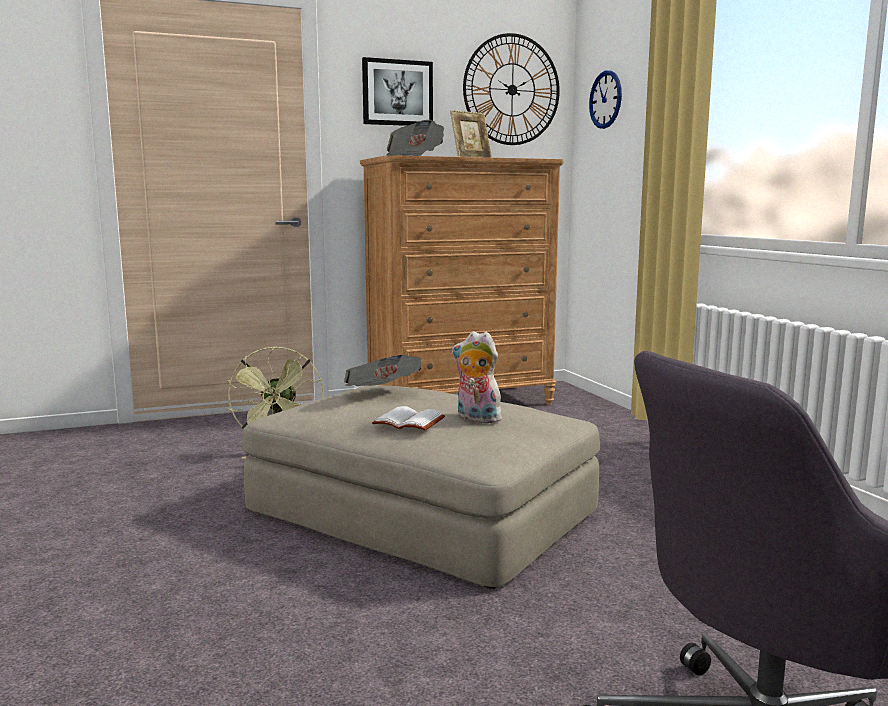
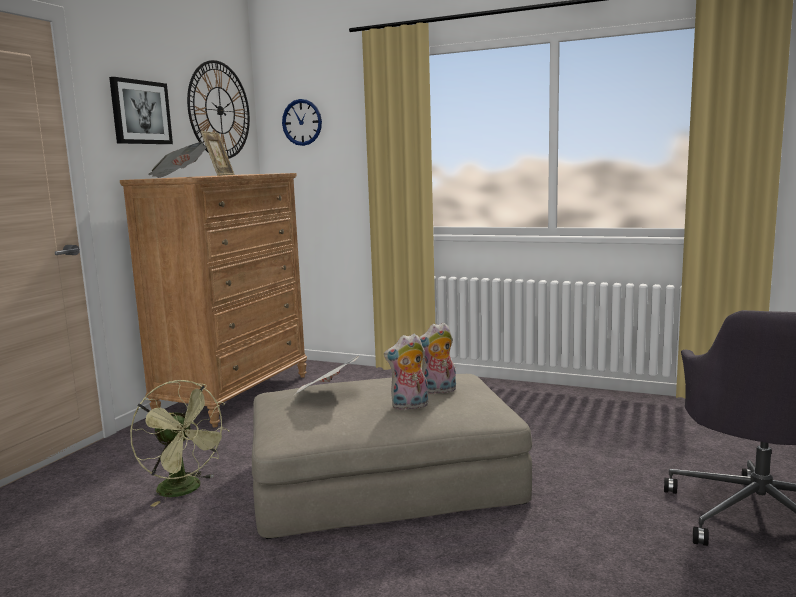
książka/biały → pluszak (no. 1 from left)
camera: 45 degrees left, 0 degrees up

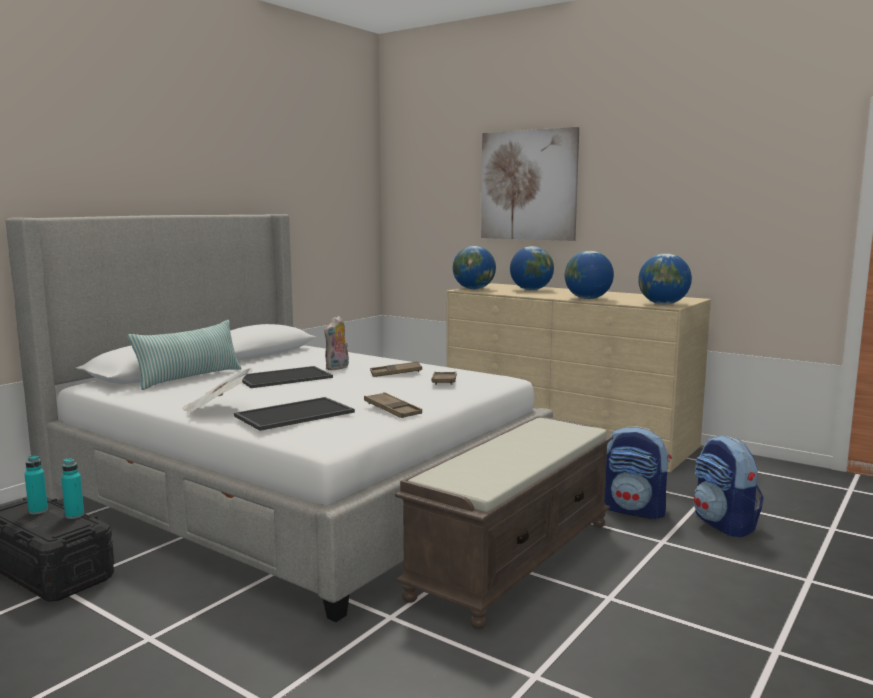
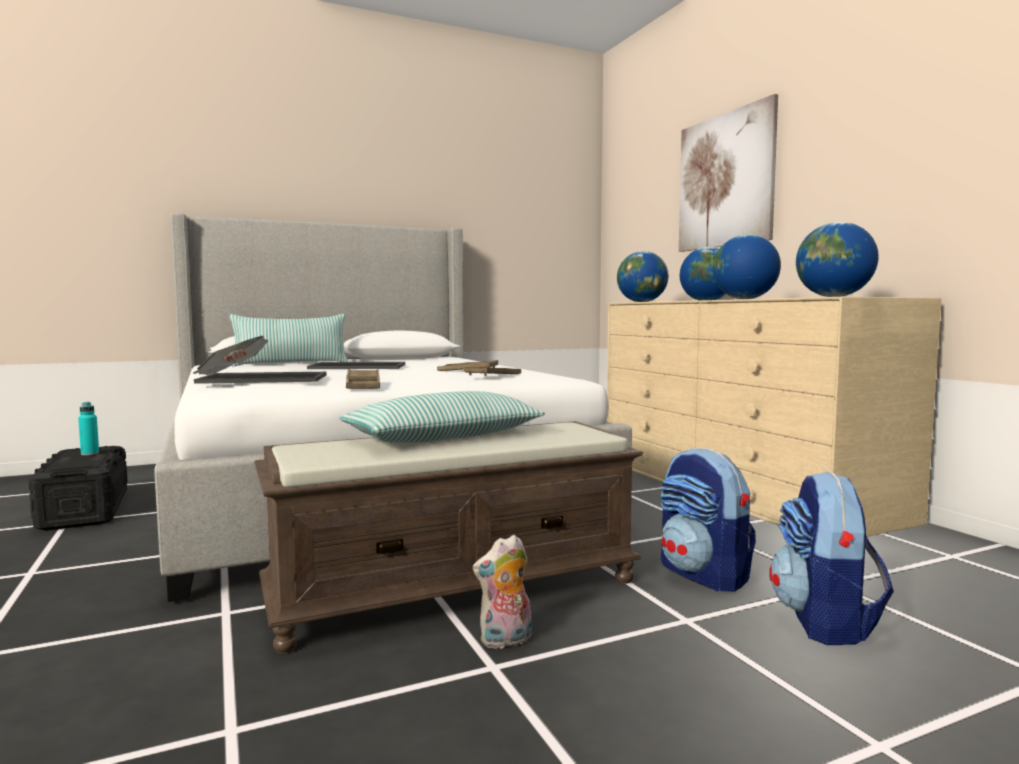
butelka/turkusowy (no. 2 from left) → -
pluszak, shifted
- → poduszka (no. 2 from left)
camera: 30 degrees right, 5 degrees down

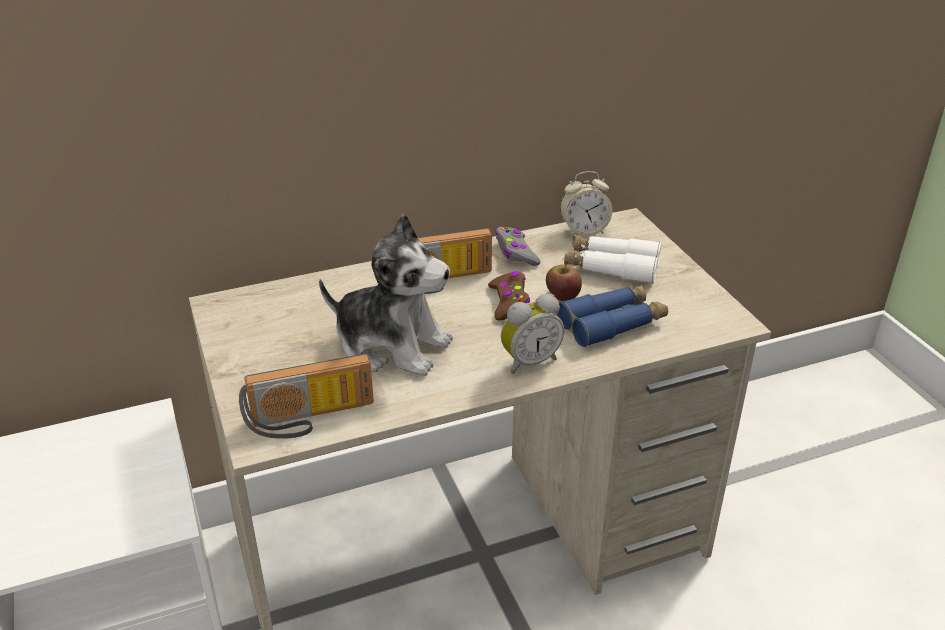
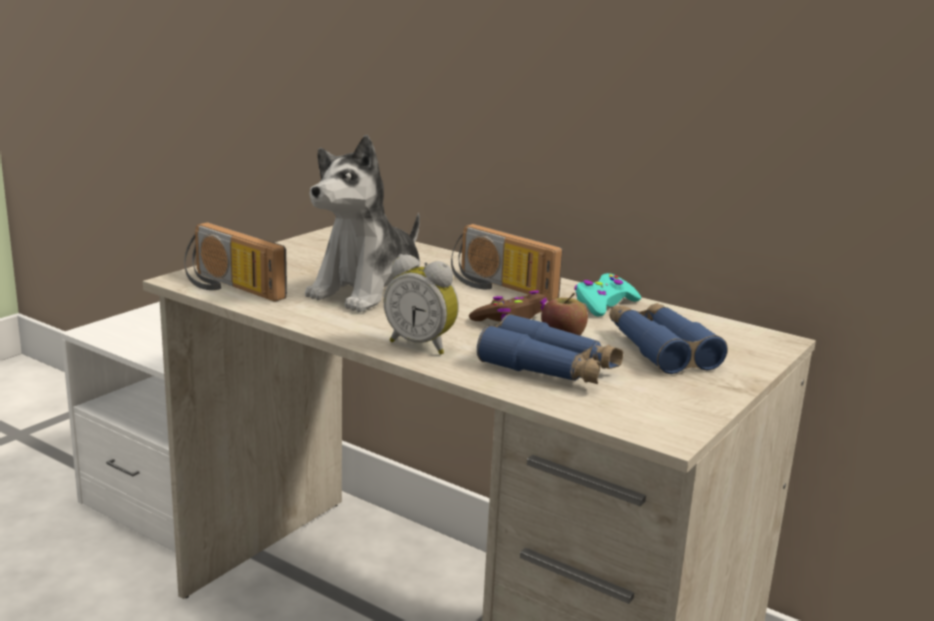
pluszak, 45 degrees clockwise
pad do gier/szary → pad do gier/turkusowy
budzik (no. 2 from left) → -
lornetka/biały → lornetka/niebieski (no. 2 from left)
camera: 55 degrees right, 15 degrees down

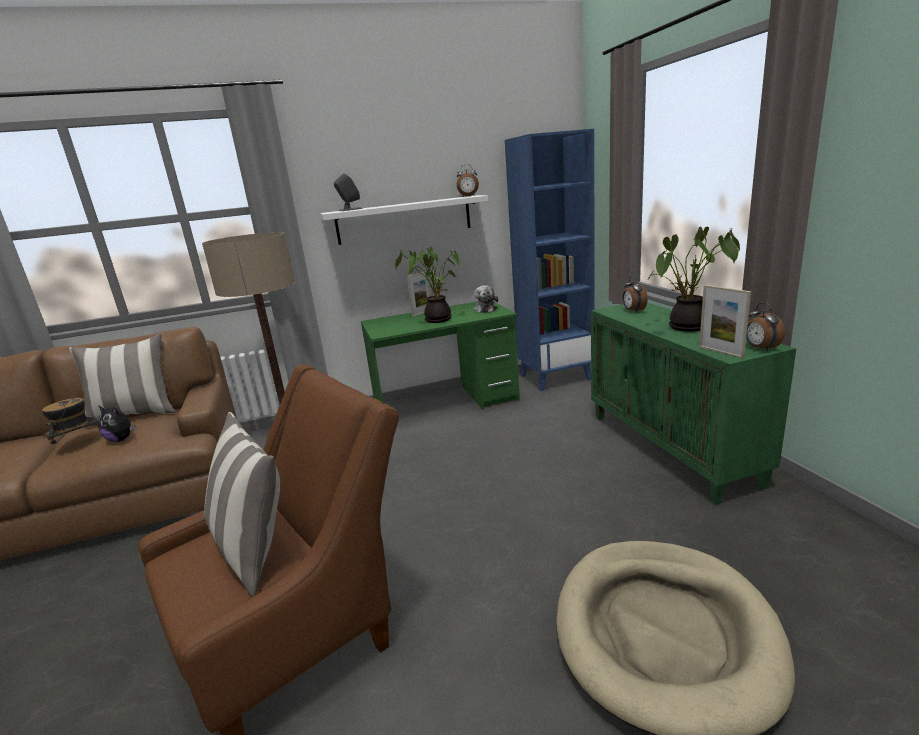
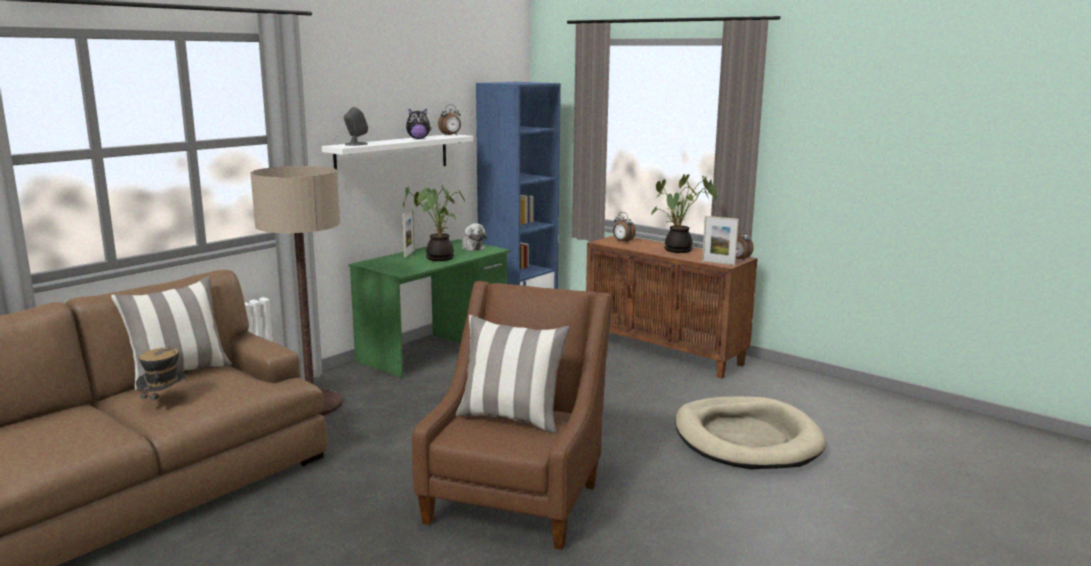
pluszak (no. 1 from left), shifted
szafka/zielony → szafka/brązowy
camera: 35 degrees left, 5 degrees down

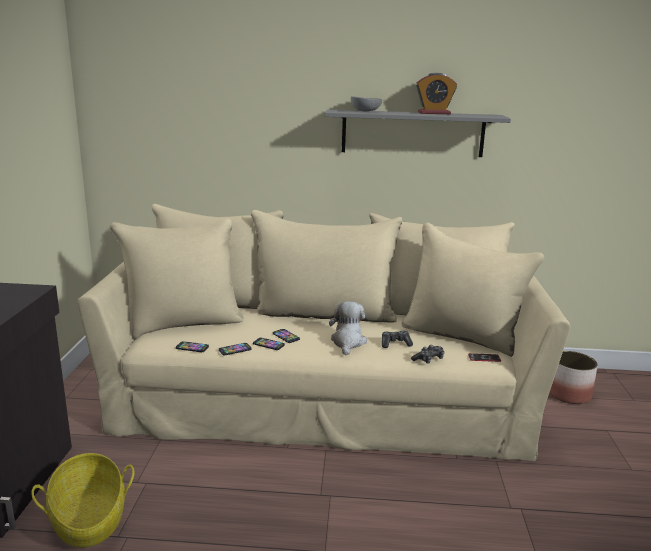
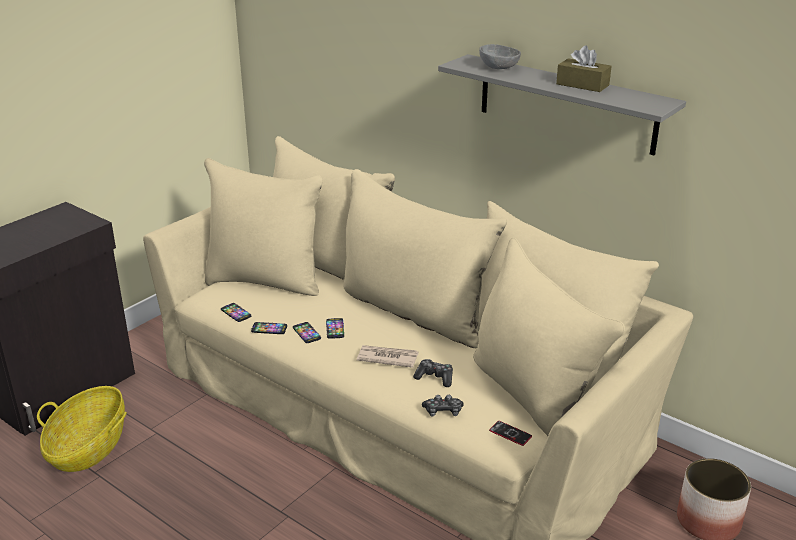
pluszak → gazeta
budzik → pudełko chusteczek/brązowy
camera: 35 degrees right, 10 degrees up

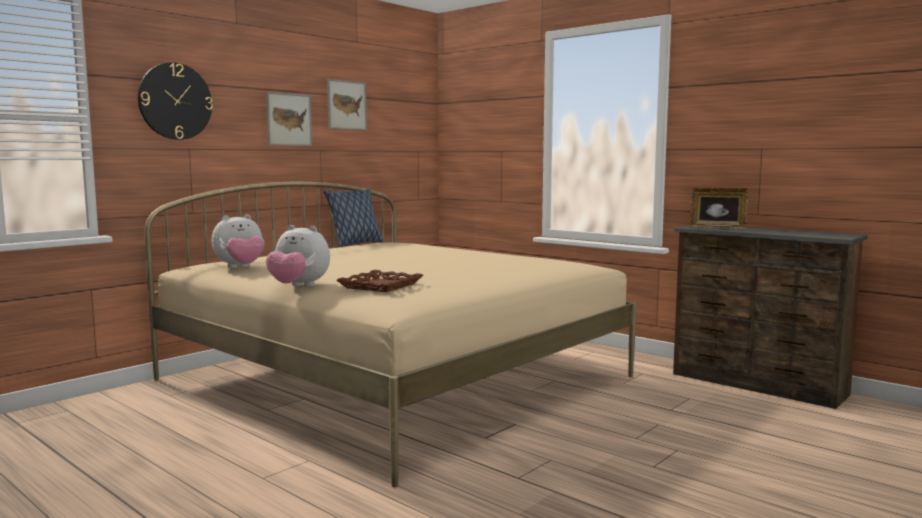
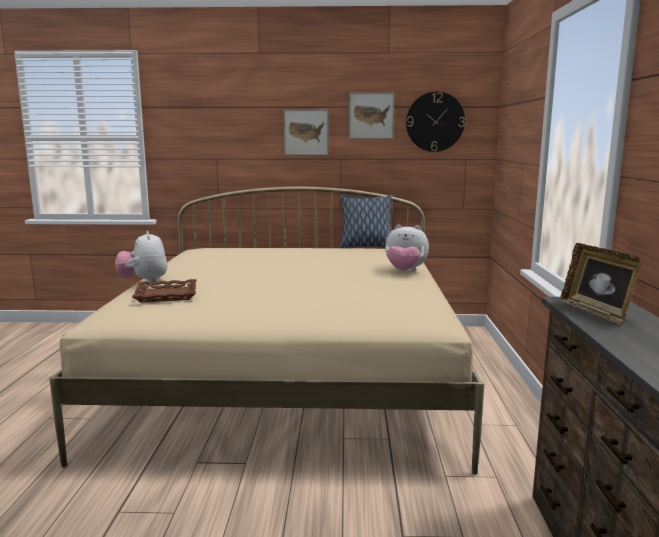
zegar ścienny, shifted
pluszak (no. 1 from left in the first image) → pluszak (no. 2 from left), shifted
camera: 50 degrees right, 5 degrees up

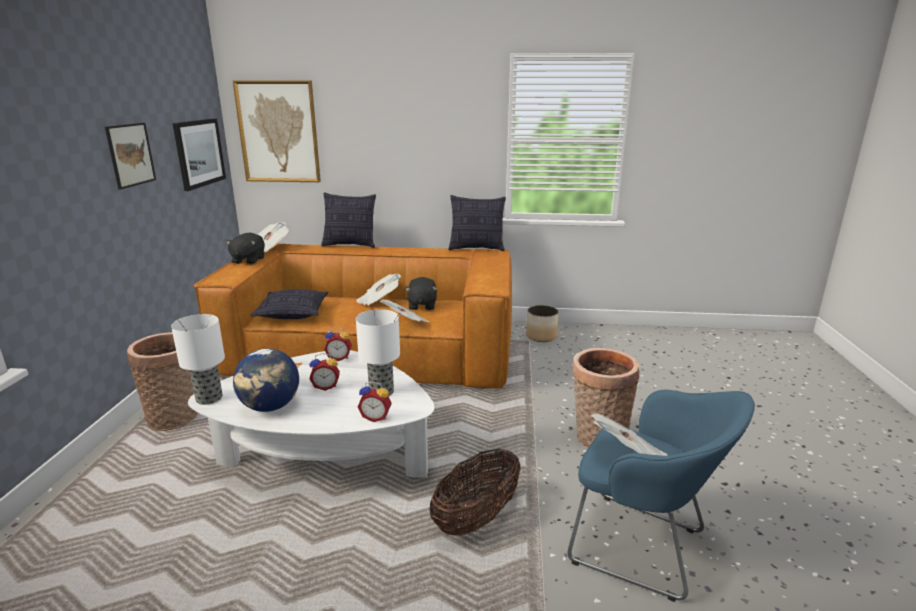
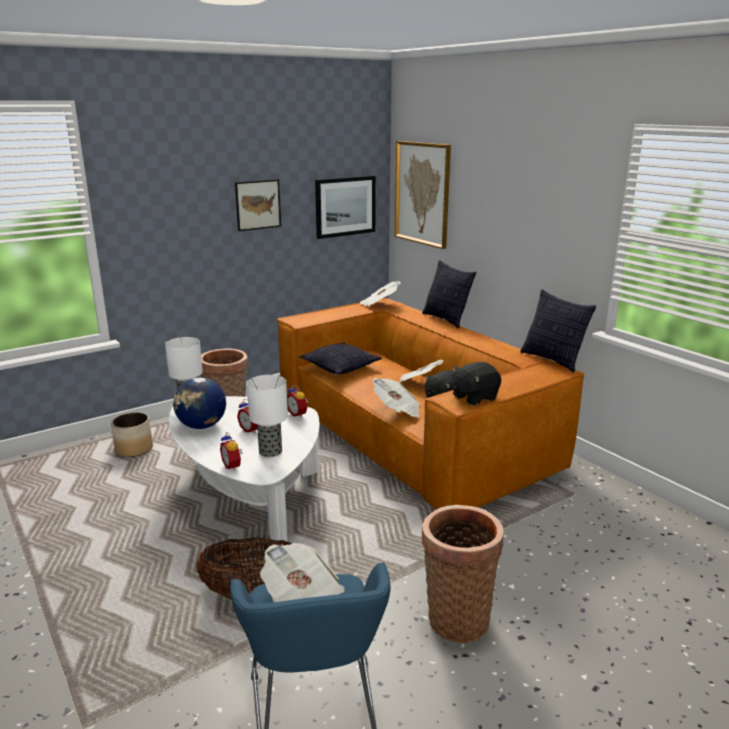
pluszak/czarny (no. 1 from left in the first image) → pluszak/czarny (no. 2 from left), shifted
donica, shifted
camera: 50 degrees right, 0 degrees up

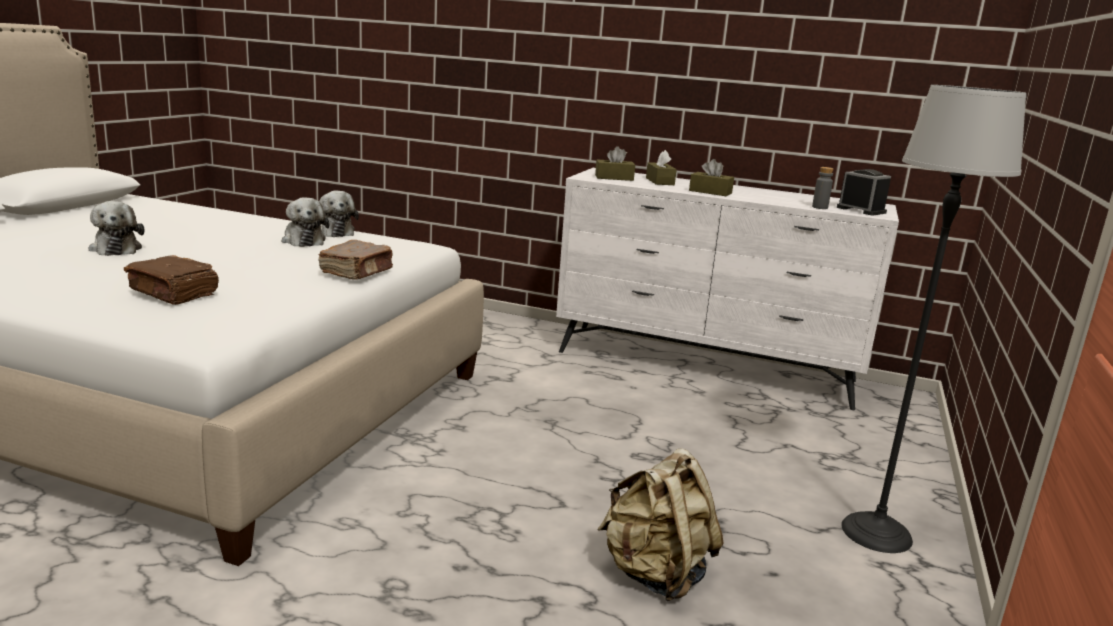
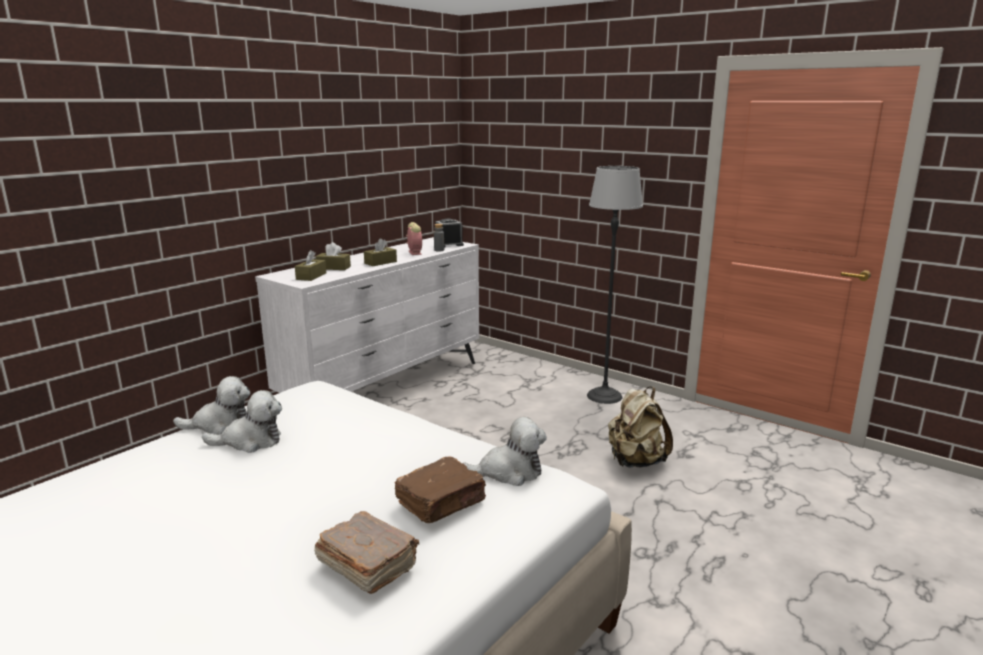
pluszak (no. 1 from left in the first image) → pluszak (no. 3 from left), shifted
książka/brązowy (no. 2 from left in the first image) → książka/brązowy (no. 1 from left), shifted
- → budzik (no. 1 from left)
camera: 70 degrees left, 0 degrees up

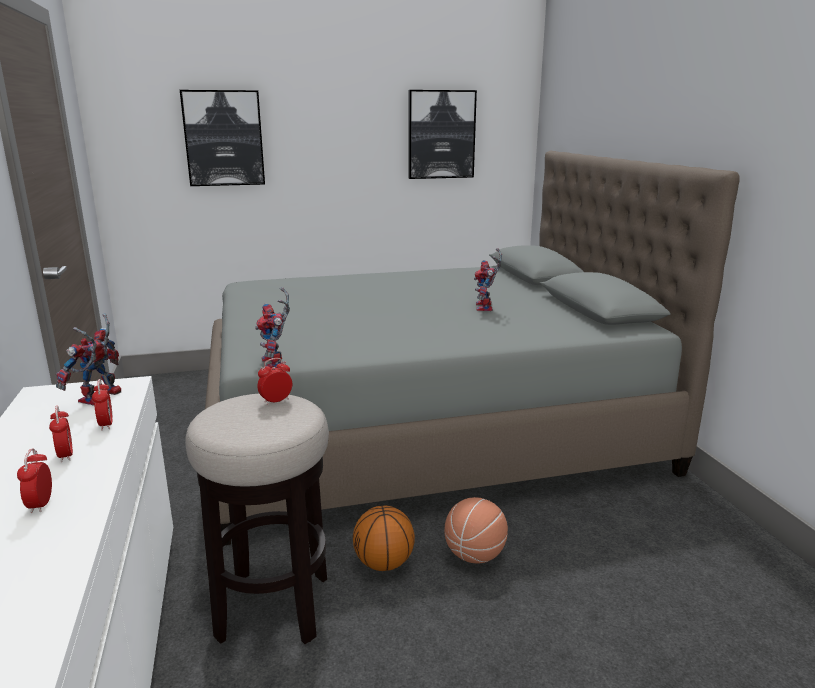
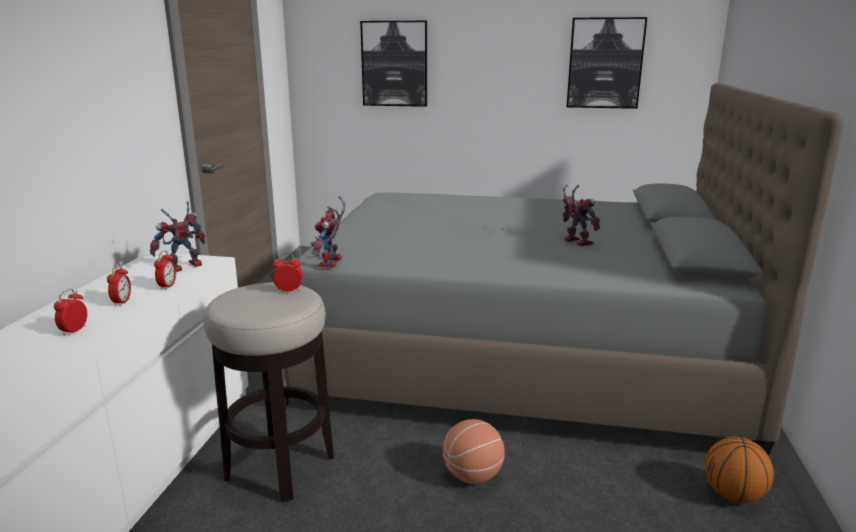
piłka do koszykówki (no. 1 from left in the first image) → piłka do koszykówki (no. 2 from left), shifted
robot zabawkowy (no. 3 from left), 120 degrees clockwise
camera: 25 degrees right, 0 degrees up

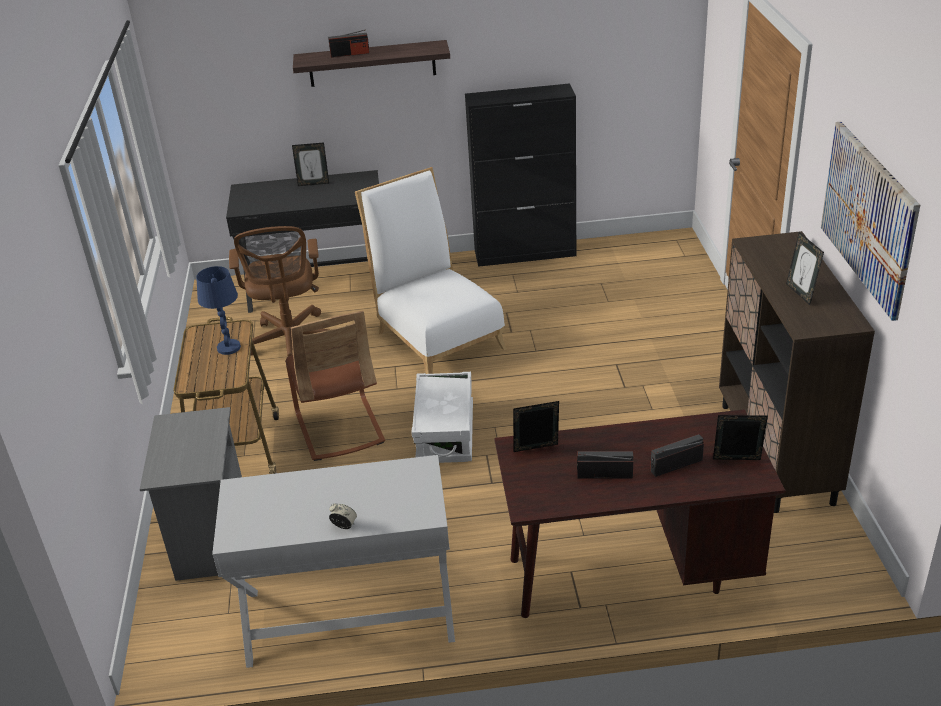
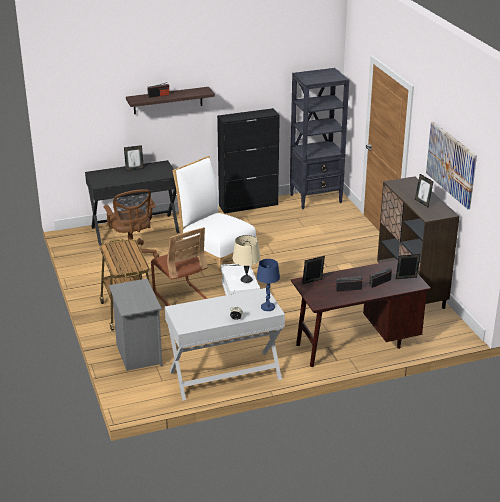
lampa stołowa/niebieski, shifted
- → lampa stołowa/beżowy
- → regał/czarny
camera: 15 degrees left, 5 degrees down

